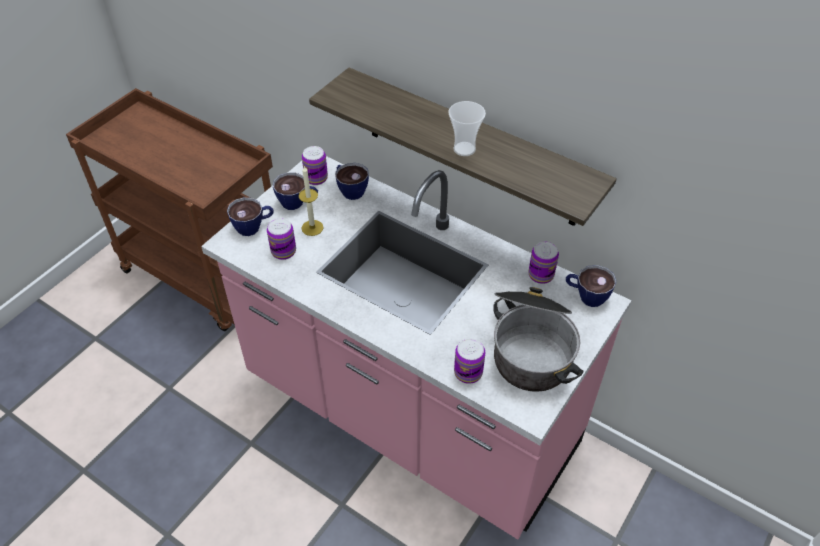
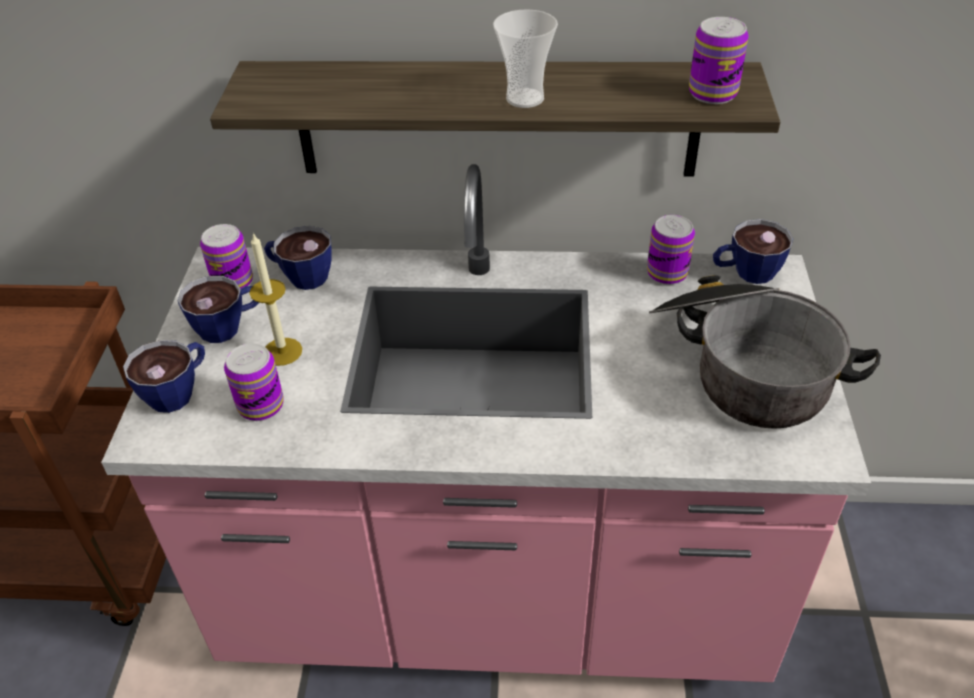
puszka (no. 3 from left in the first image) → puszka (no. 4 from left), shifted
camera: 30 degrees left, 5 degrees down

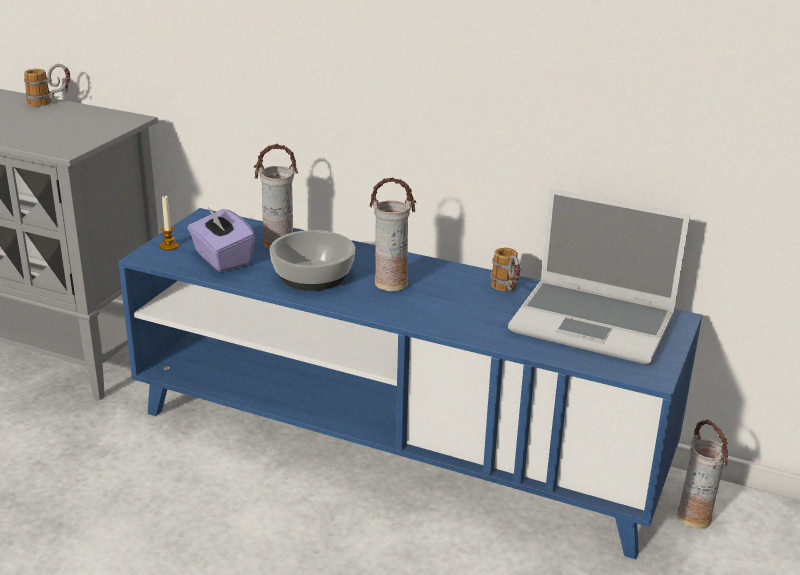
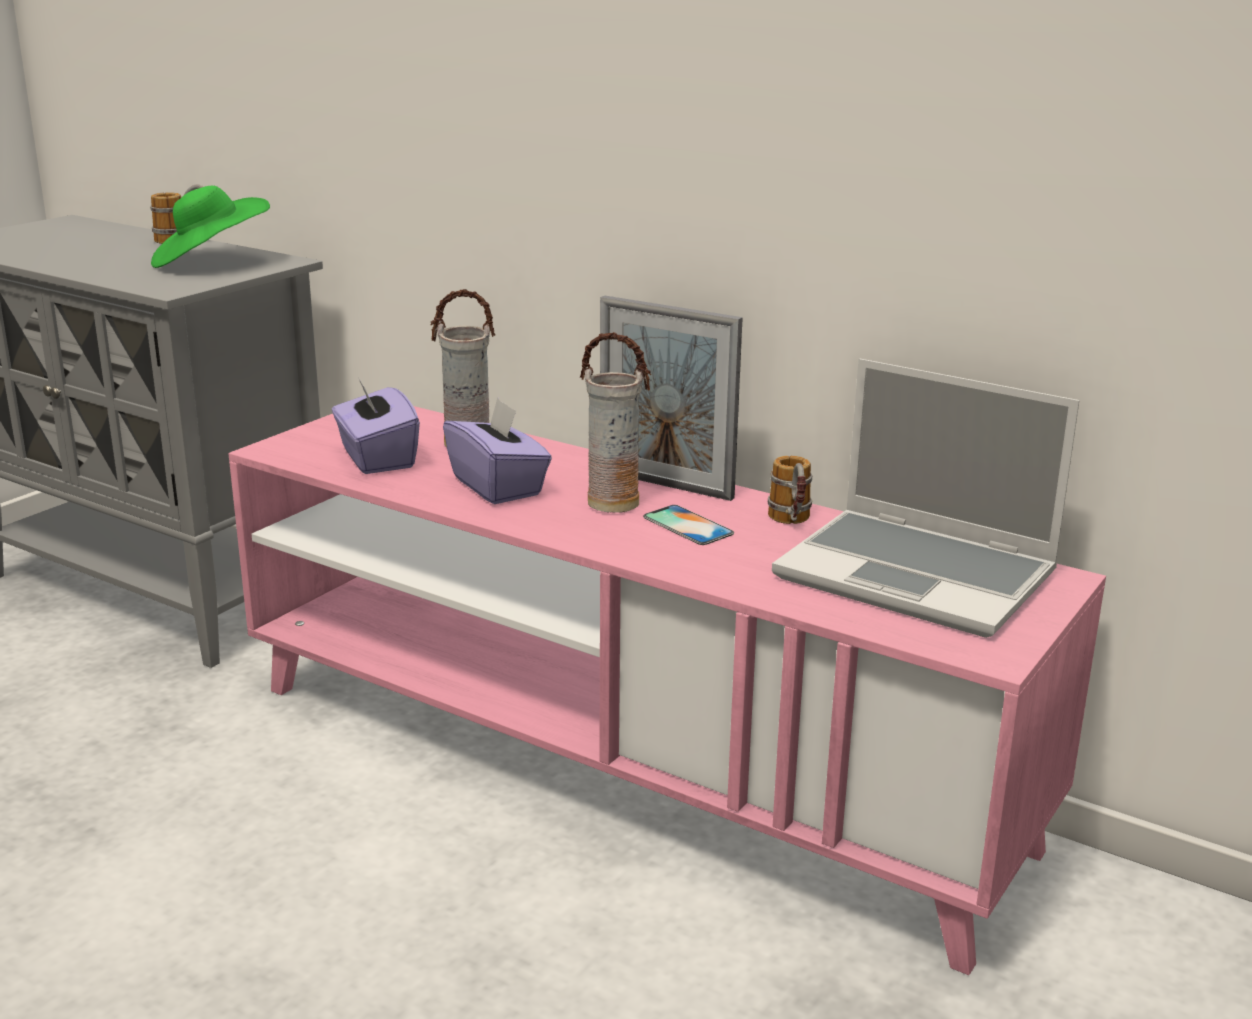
szafka pod telewizor/niebieski → szafka pod telewizor/różowy
świeca → -
miska → pudełko chusteczek/fioletowy (no. 2 from left)
wazon (no. 3 from left) → -
- → kapelusz/zielony
- → ramka na zdjęcie
- → telefon
camera: 10 degrees right, 5 degrees down

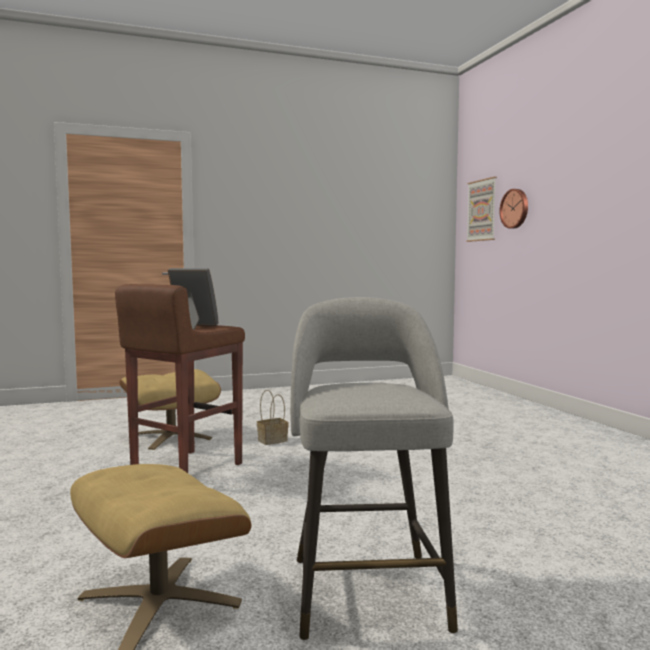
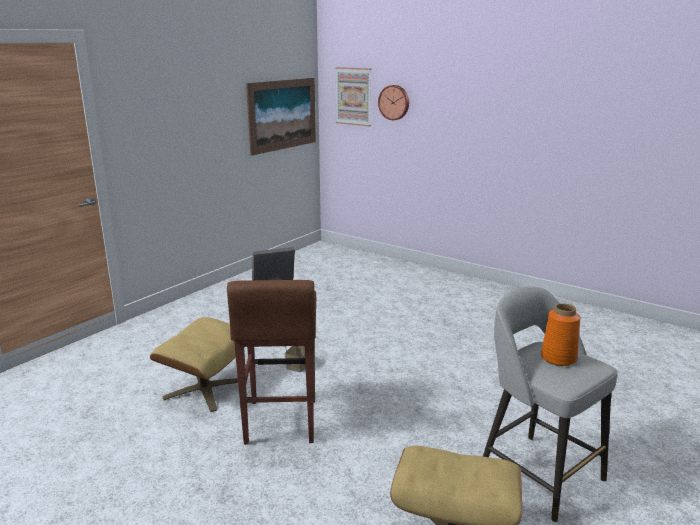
- → obraz (no. 1 from left)
- → wazon/pomarańczowy
camera: 35 degrees left, 15 degrees up

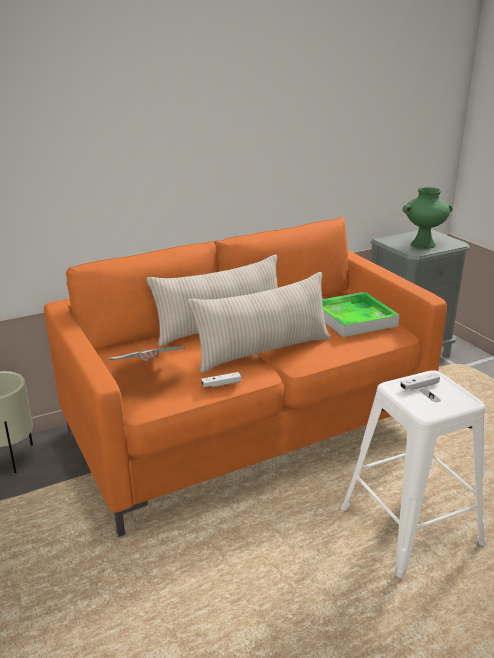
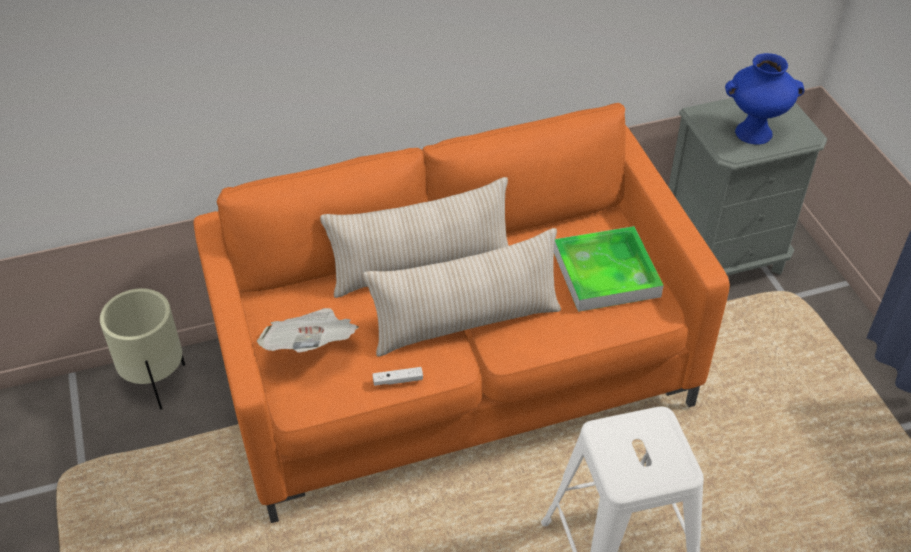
pad do gier/biały (no. 2 from left) → -
wazon/zielony → wazon/niebieski
camera: 10 degrees right, 20 degrees up

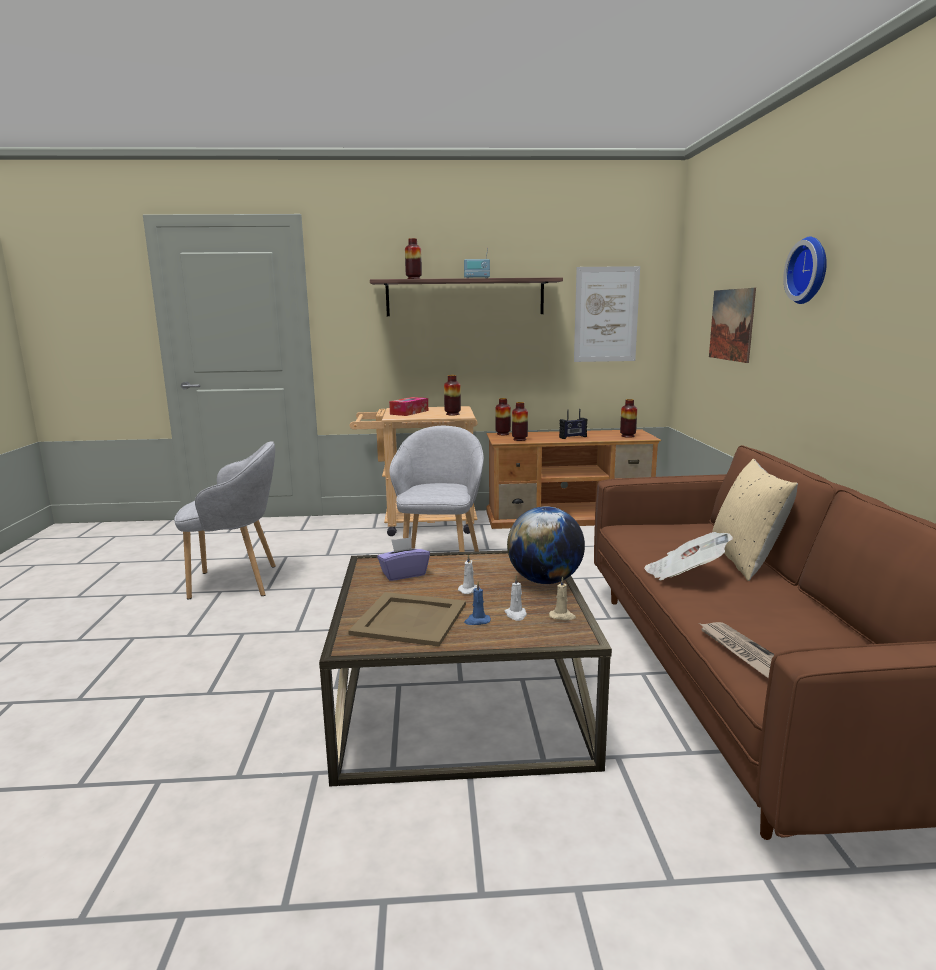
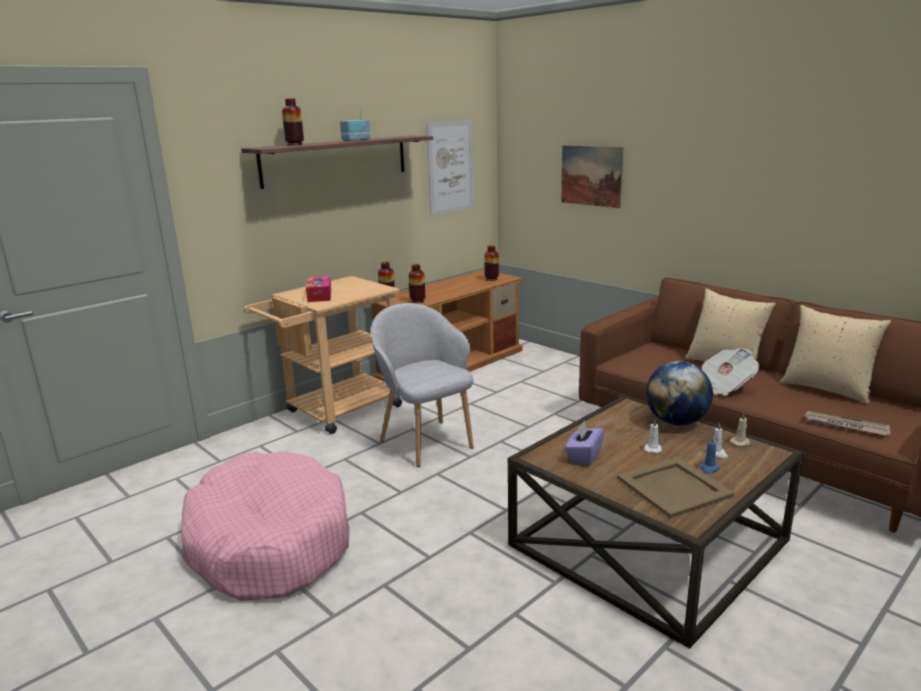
fotel/szary (no. 1 from left) → legowisko/różowy
wazon (no. 2 from left) → -
radio (no. 2 from left) → -
zegar ścienny → -
- → poduszka/beżowy (no. 2 from left)
camera: 40 degrees left, 5 degrees up

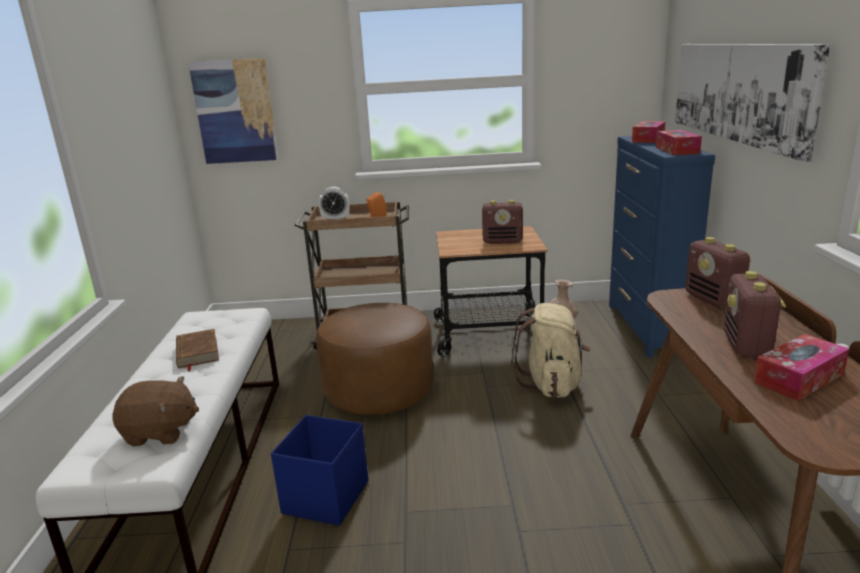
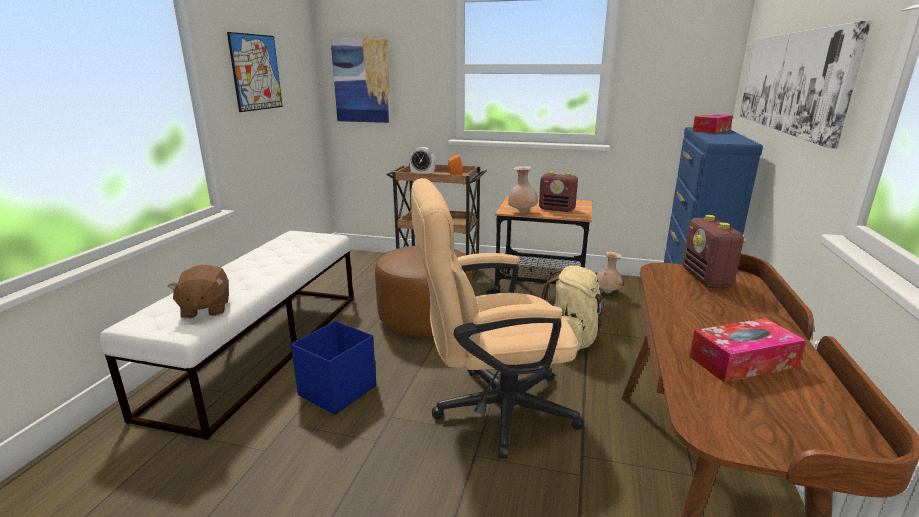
pluszak/brązowy, 60 degrees clockwise
książka/brązowy → -
pudełko chusteczek (no. 2 from left) → -
radio (no. 3 from left) → -
- → obraz (no. 1 from left)
- → krzesło biurowe/beżowy
- → wazon/beżowy (no. 1 from left)
camera: 15 degrees right, 0 degrees up

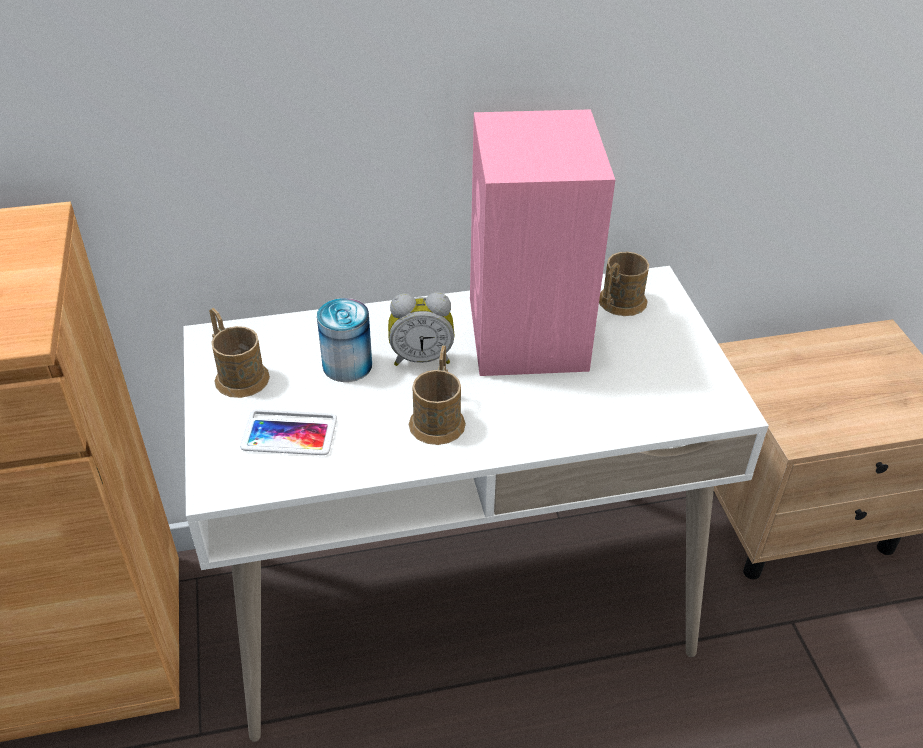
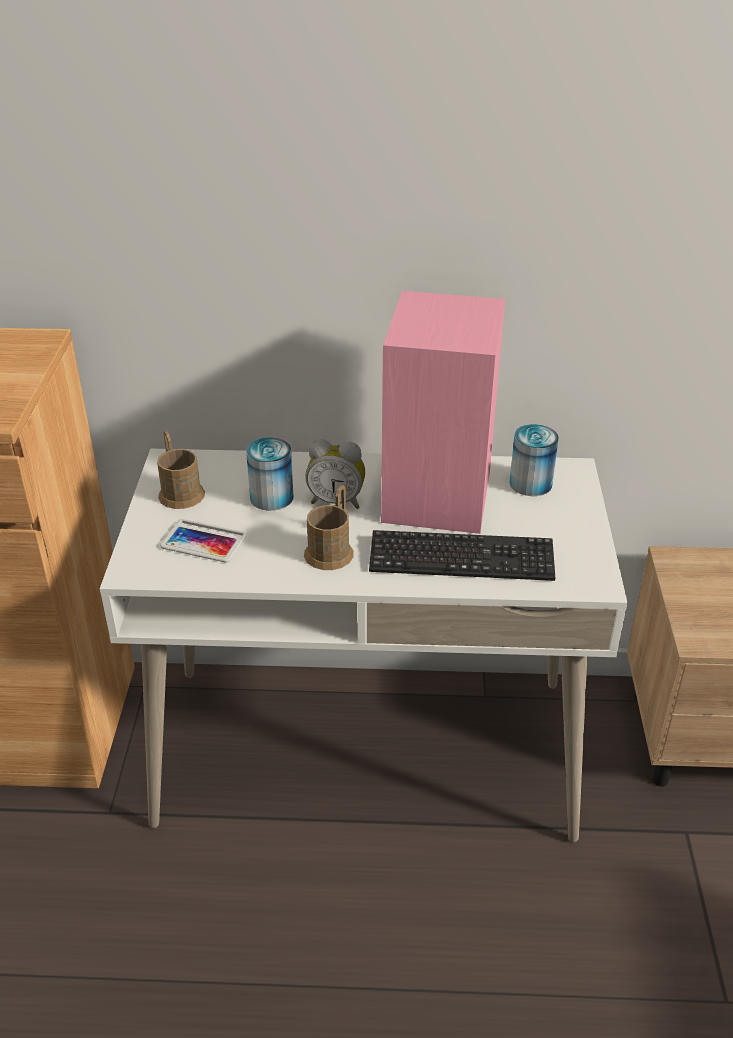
kubek/brązowy (no. 3 from left) → puszka (no. 2 from left)
- → klawiatura
camera: 15 degrees right, 5 degrees down

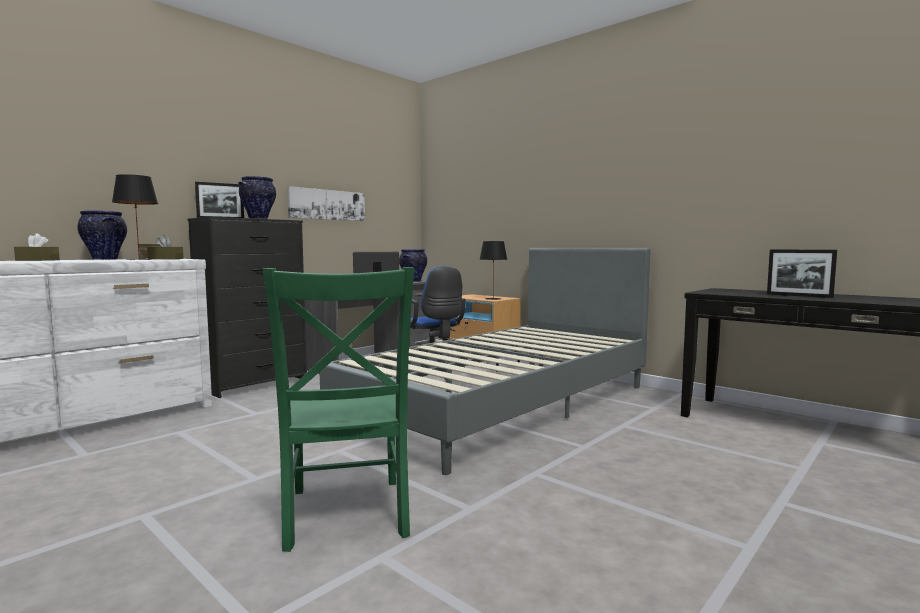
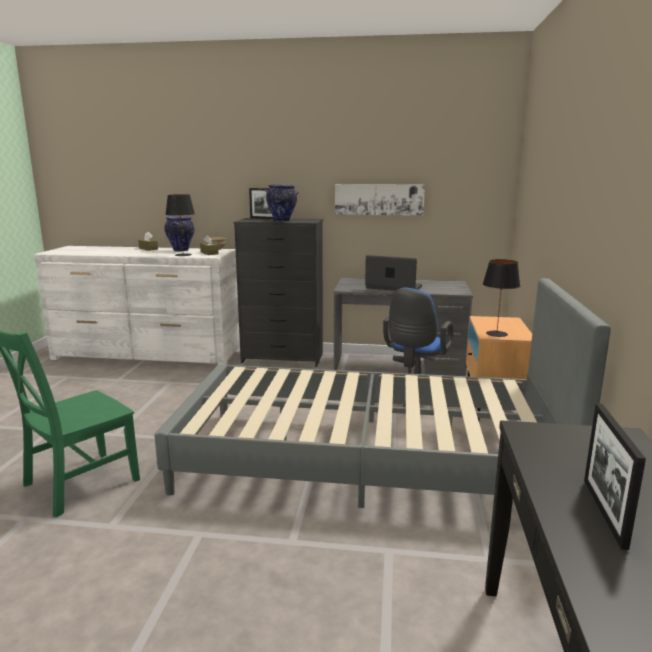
wazon (no. 3 from left) → -
camera: 55 degrees right, 10 degrees up

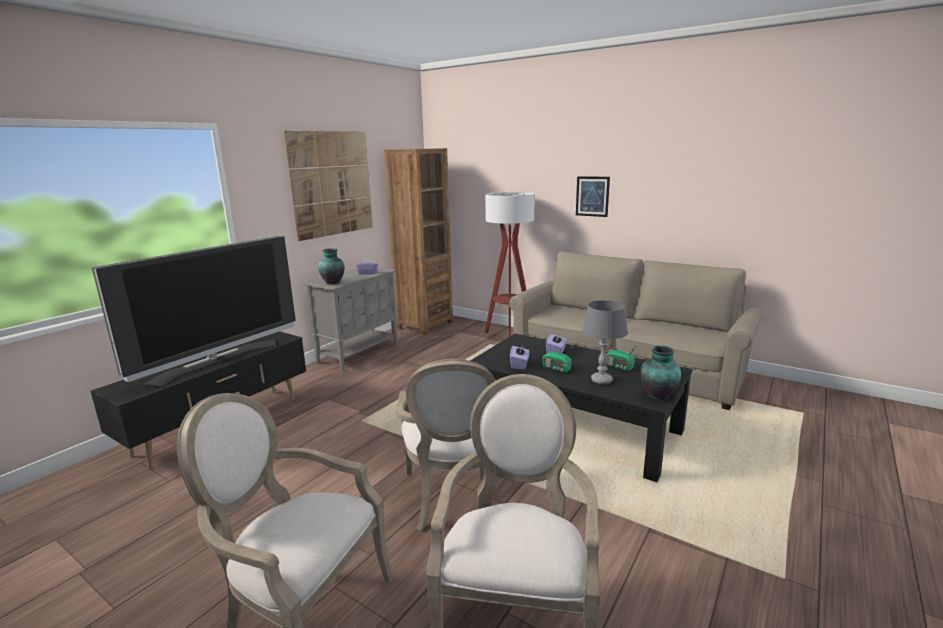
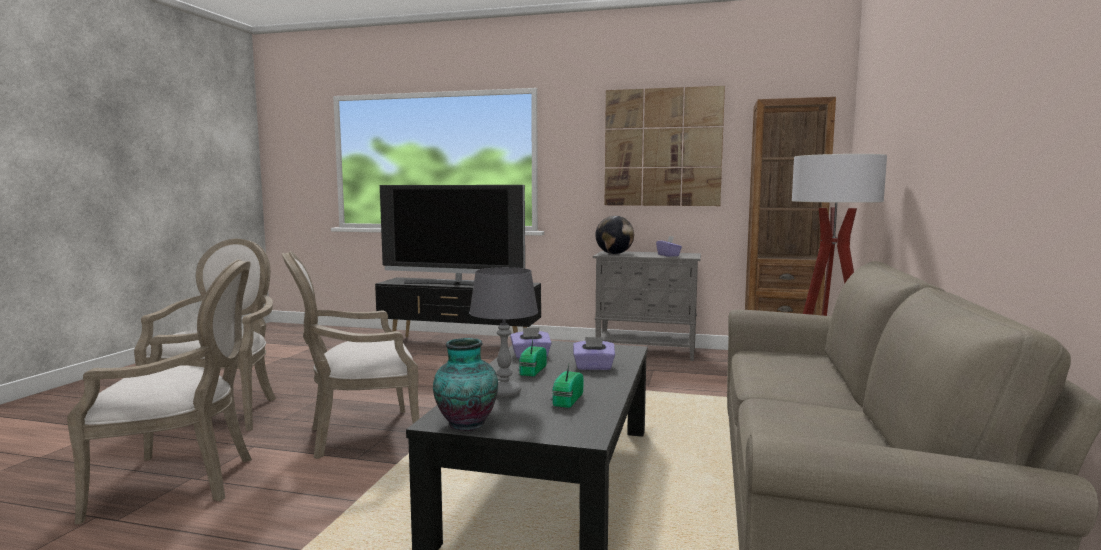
wazon (no. 1 from left) → globus
obraz (no. 2 from left) → -
camera: 70 degrees right, 10 degrees down

